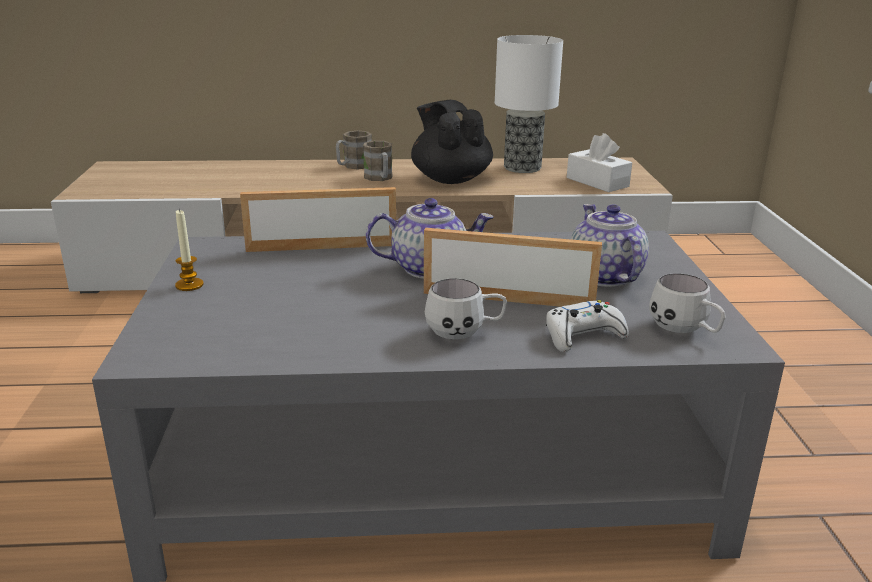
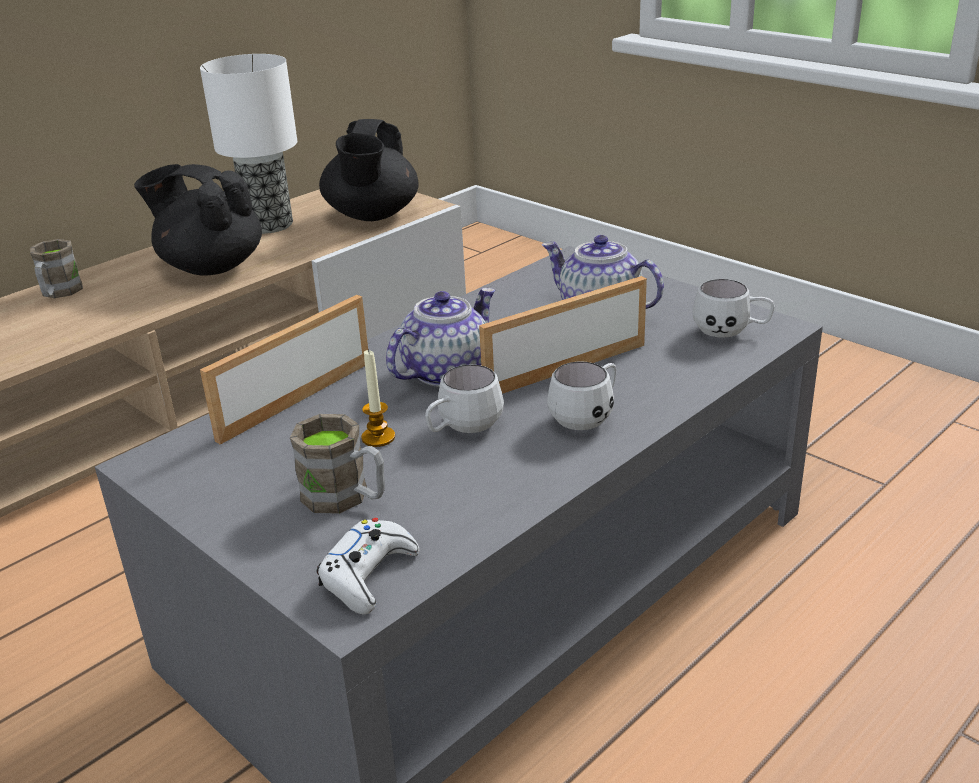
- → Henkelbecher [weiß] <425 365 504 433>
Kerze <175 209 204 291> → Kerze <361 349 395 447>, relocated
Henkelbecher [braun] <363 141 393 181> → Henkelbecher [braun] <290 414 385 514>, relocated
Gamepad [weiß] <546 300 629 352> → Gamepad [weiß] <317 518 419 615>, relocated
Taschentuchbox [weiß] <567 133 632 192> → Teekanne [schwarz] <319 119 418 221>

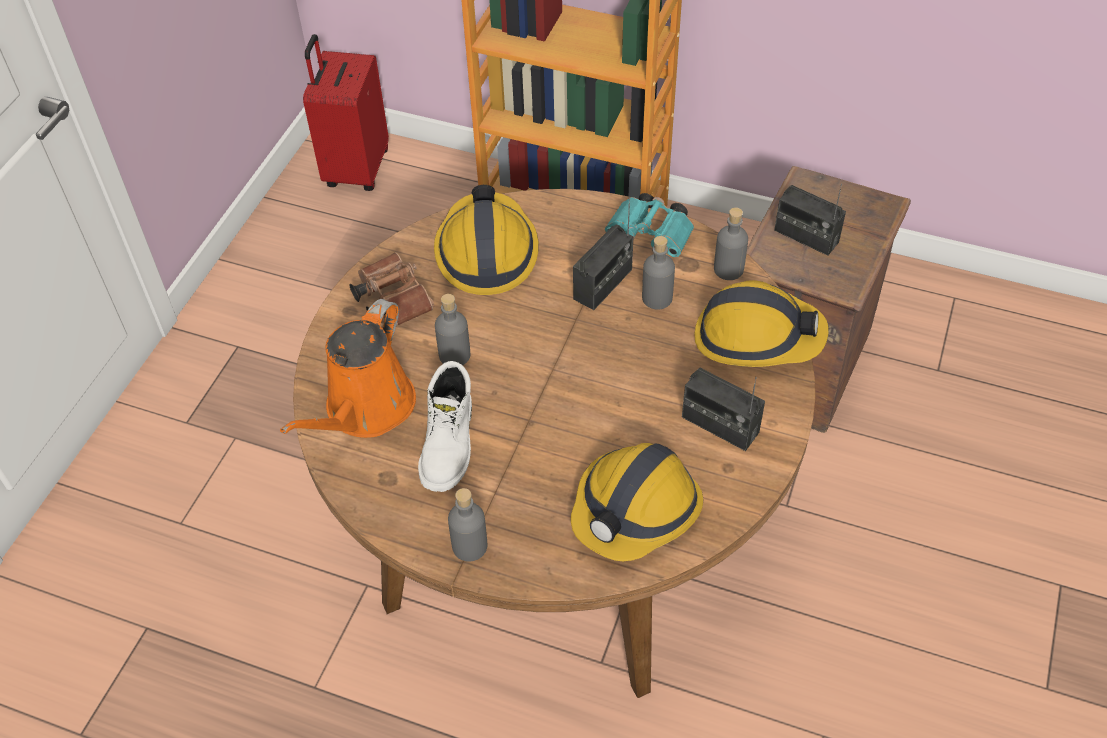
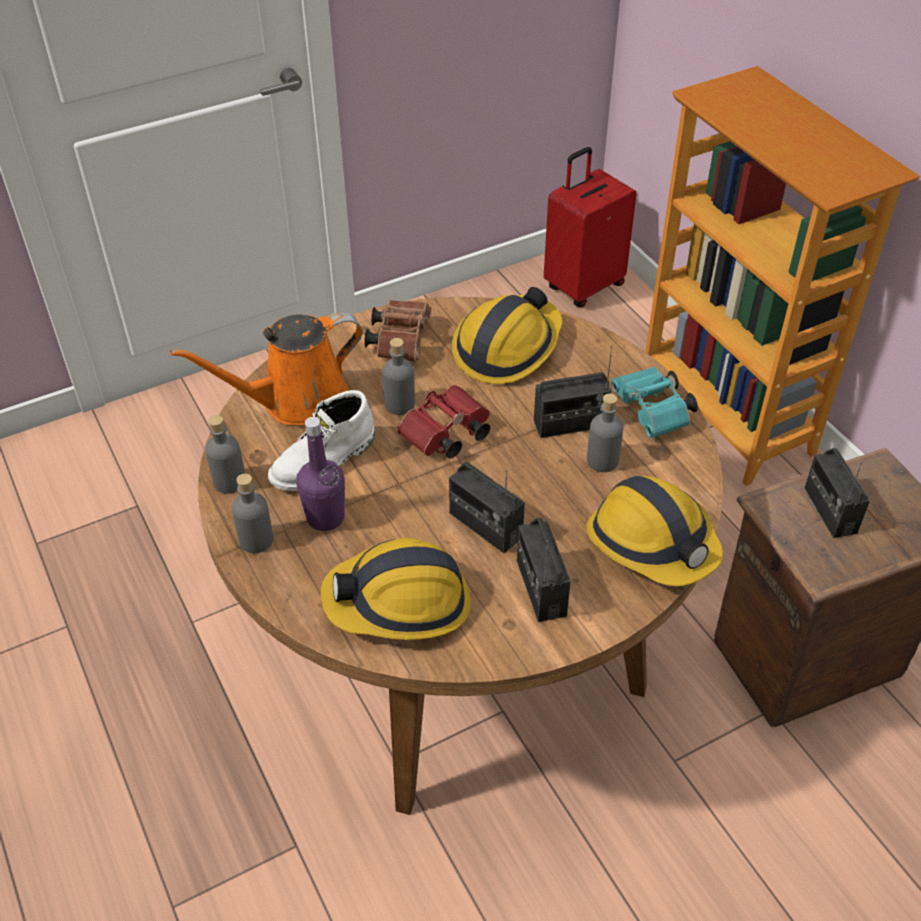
- → Flasche [lila] <296 417 345 531>
- → Fernglas [rot] <397 385 490 459>
- → Radio <449 462 525 553>
Flasche [grau] <714 207 748 280> → Flasche [grau] <205 415 245 494>, relocated

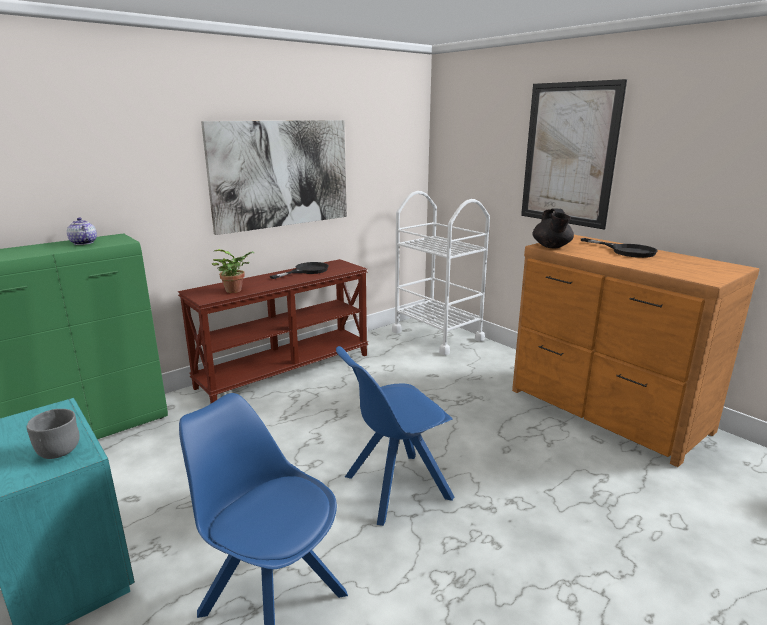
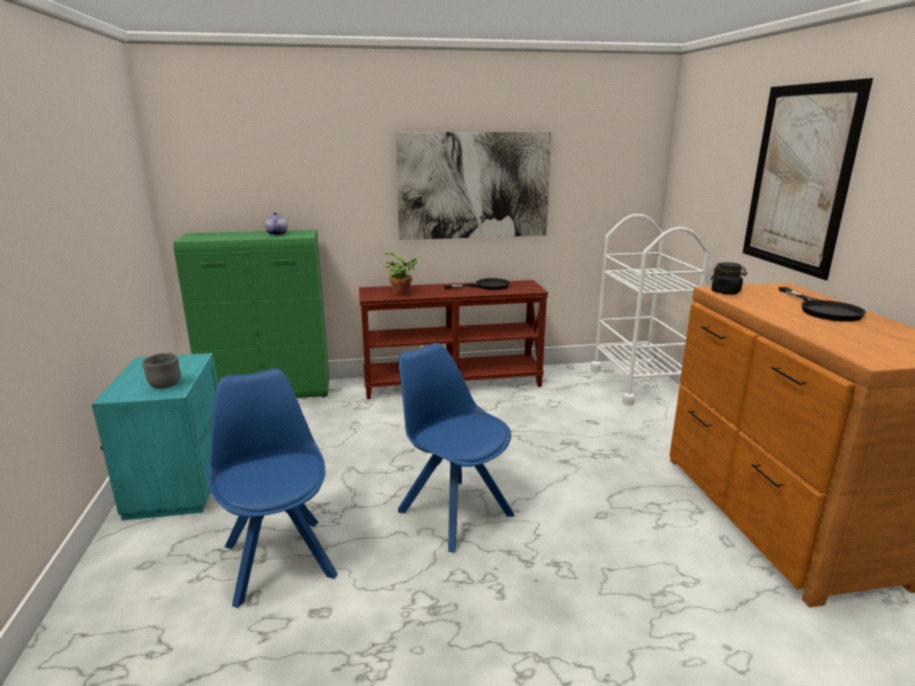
Teekanne [schwarz] <532 208 574 248> → Vorratsglas [schwarz] <711 262 747 295>
Stuhl [blau] <336 346 454 526> → Stuhl [blau] <398 343 515 553>, 45 degrees clockwise

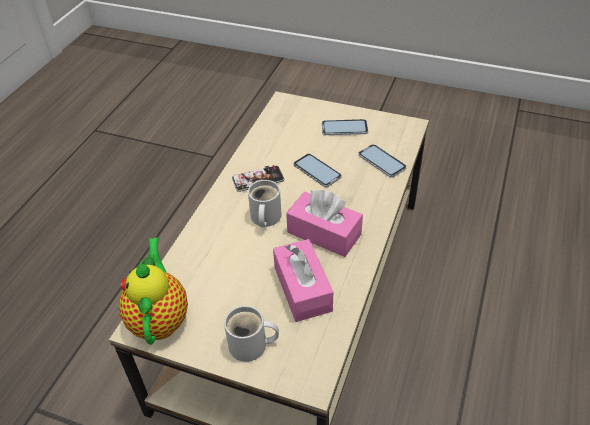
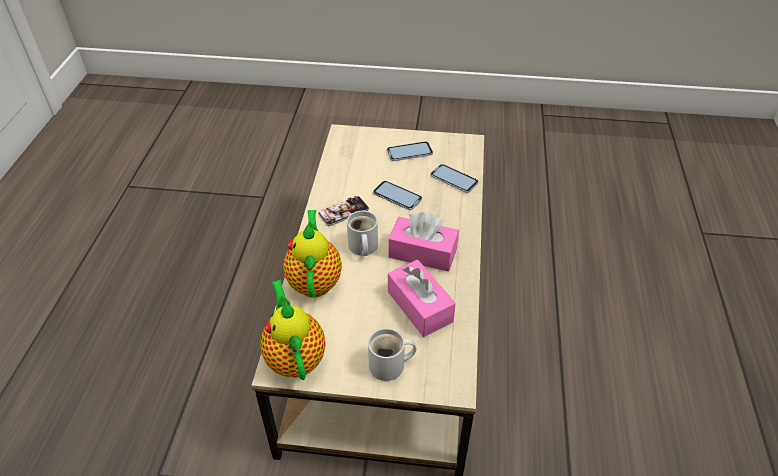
- → Teekanne <283 210 342 298>

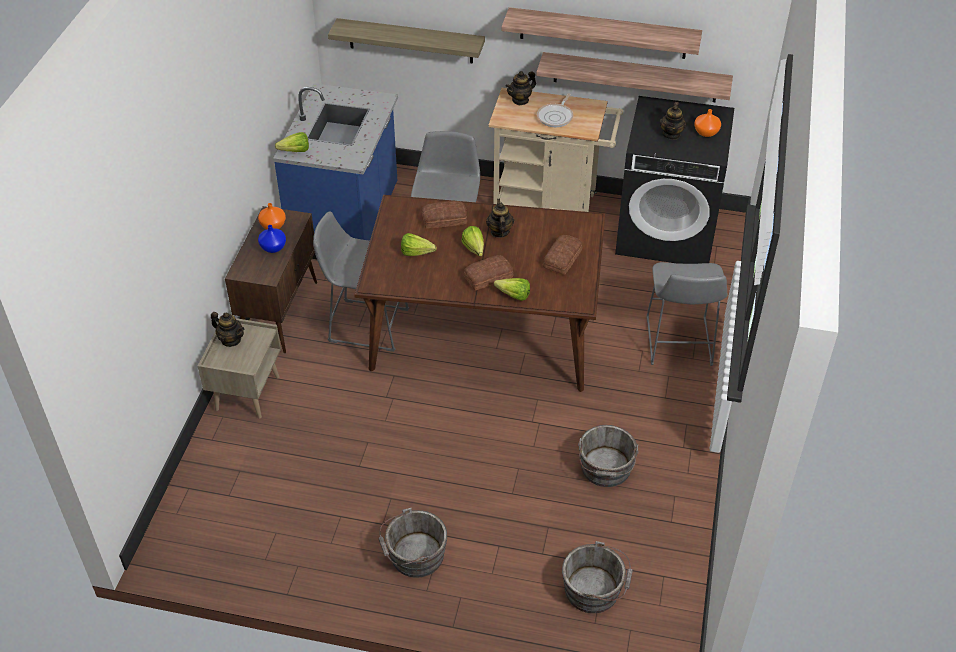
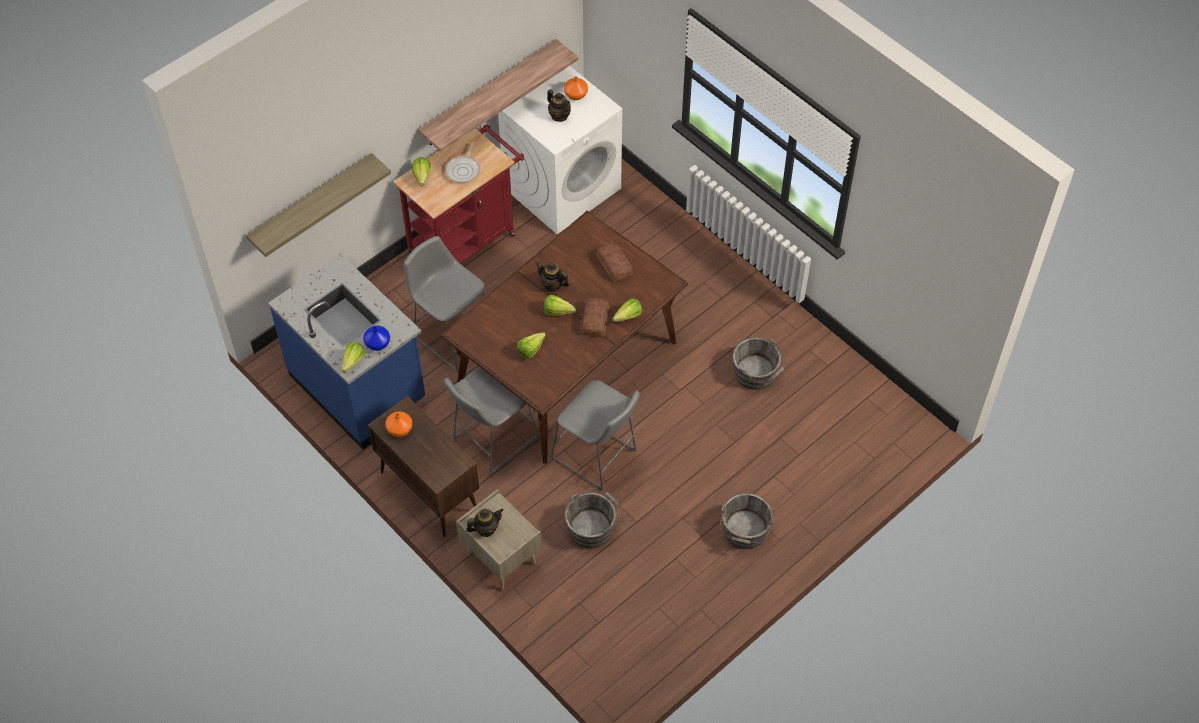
Brot <422 201 467 229> → -
Wandregal <501 7 702 59> → -
Vase [blau] <258 225 286 253> → Vase [blau] <363 326 390 351>, relocated
Eimer [grau] <562 541 633 613> → Eimer [grau] <564 488 622 548>, relocated
Hocker [grau] <647 262 727 366> → Hocker [grau] <550 380 639 490>, relocated
Teekanne <506 71 536 105> → Salatkopf <412 157 431 187>
Rollwagen [beige] <488 88 623 212> → Rollwagen [rot] <393 124 524 263>
Waschmaschine [schwarz] <615 96 734 264> → Waschmaschine [weiß] <498 66 622 234>
Pfanne <537 93 573 127> → Pfanne <445 142 480 183>, 45 degrees clockwise

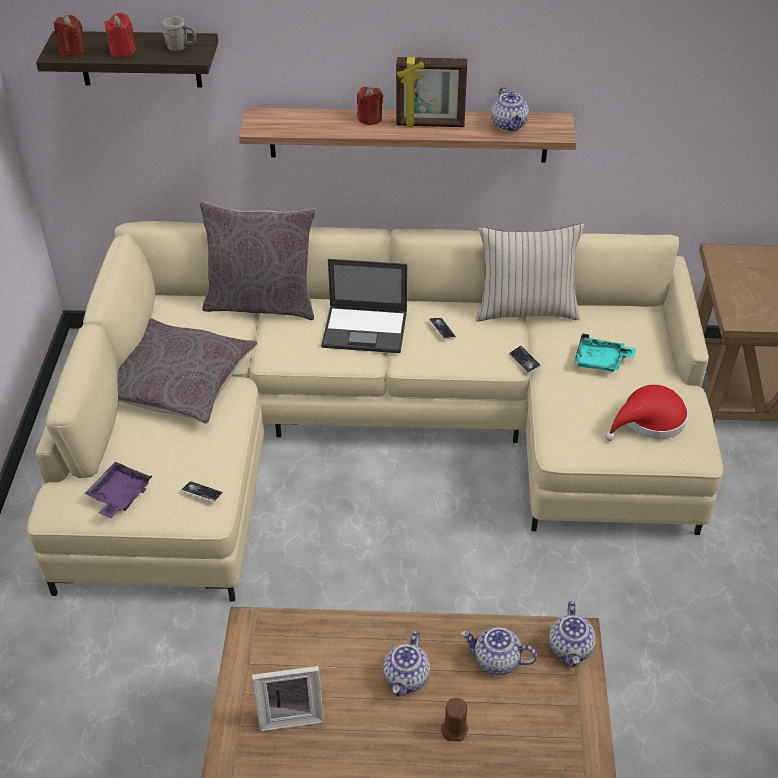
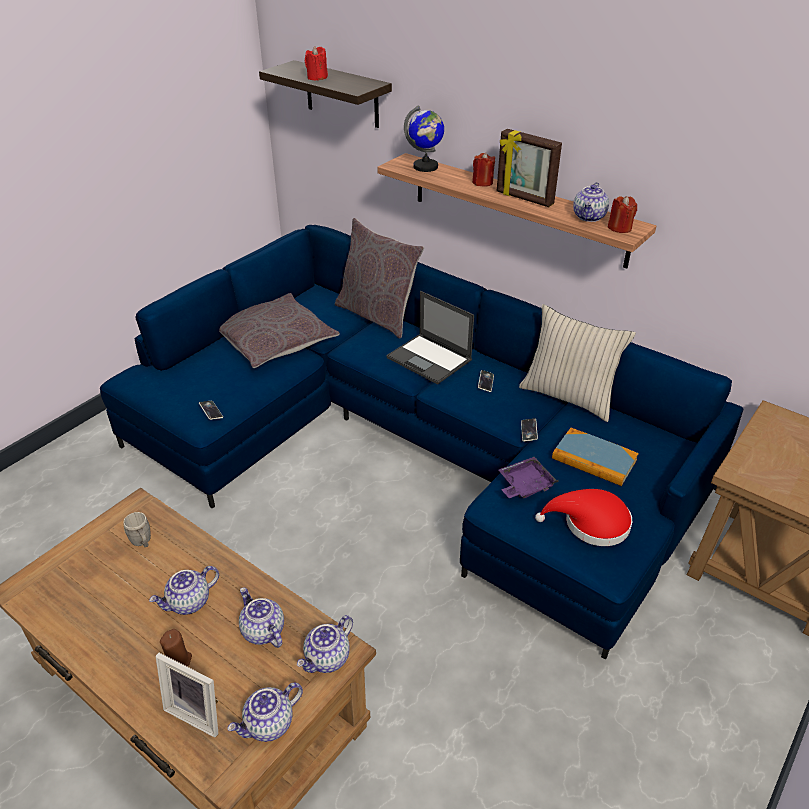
- → Teekanne <227 683 303 742>
- → Globus <404 105 444 172>
Kerze [rot] <54 15 85 56> → Kerze [rot] <608 196 637 233>, relocated
Tablett [lila] <85 462 152 518> → Tablett [lila] <499 457 559 498>, relocated
Henkelbecher [grau] <163 16 197 51> → Henkelbecher [grau] <123 512 151 547>, relocated
Bilderrahmen <252 666 324 731> → Bilderrahmen <156 653 219 737>, relocated
Tablett [türkis] <574 333 636 372> → Buch <552 428 639 486>
Sofa [beige] <27 221 723 602> → Sofa [blau] <100 225 744 660>

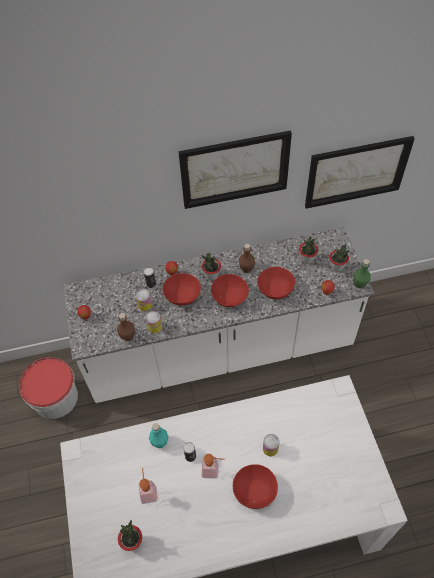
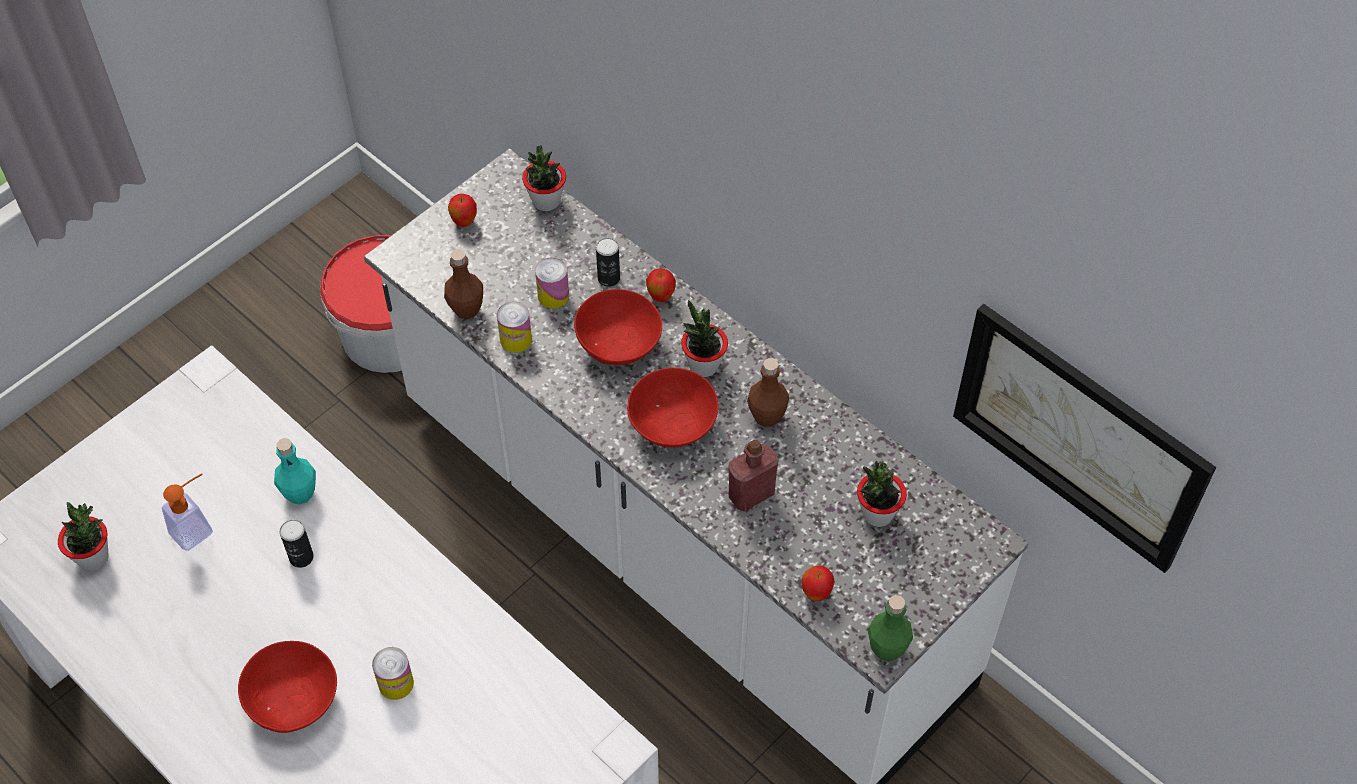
Bild <178 131 292 209> → -
Seifenspender <201 454 225 479> → -
Topfpflanze <329 244 350 272> → Topfpflanze <522 146 566 211>, relocated
Schüssel [rot] <257 267 295 300> → Flasche [rot] <728 440 778 512>

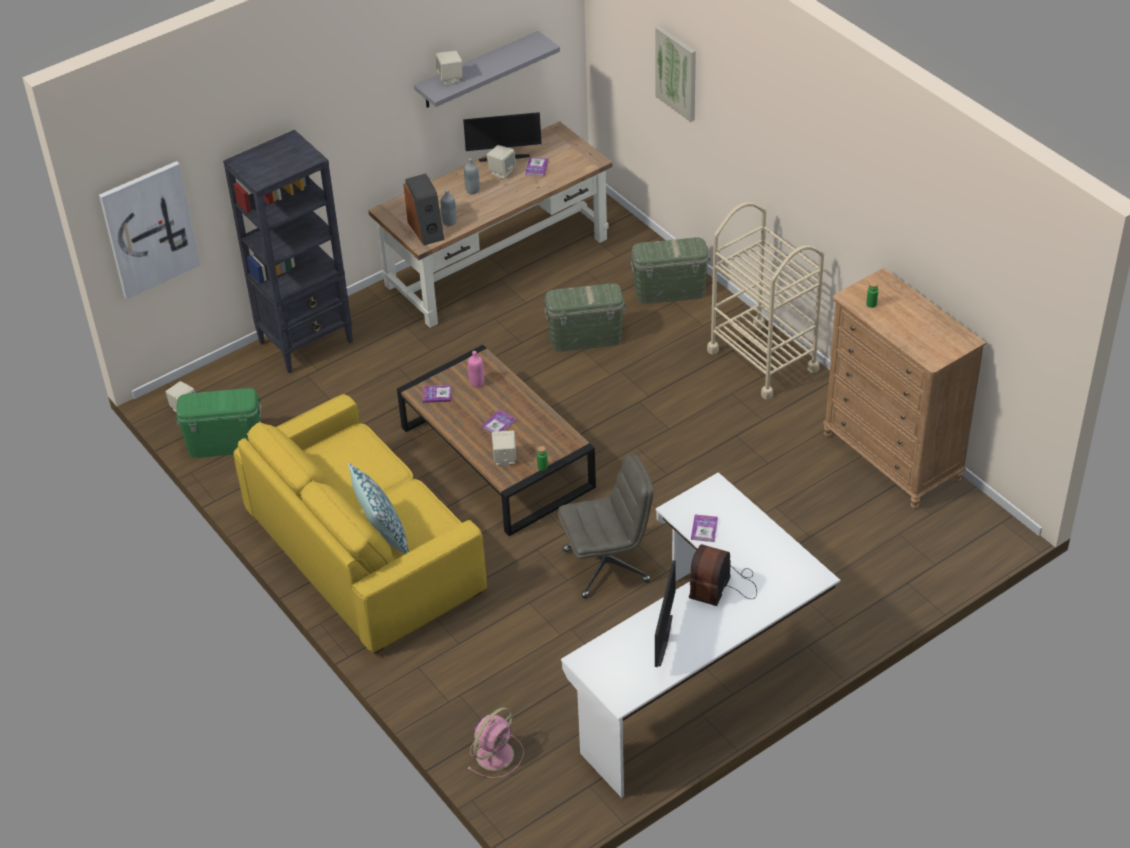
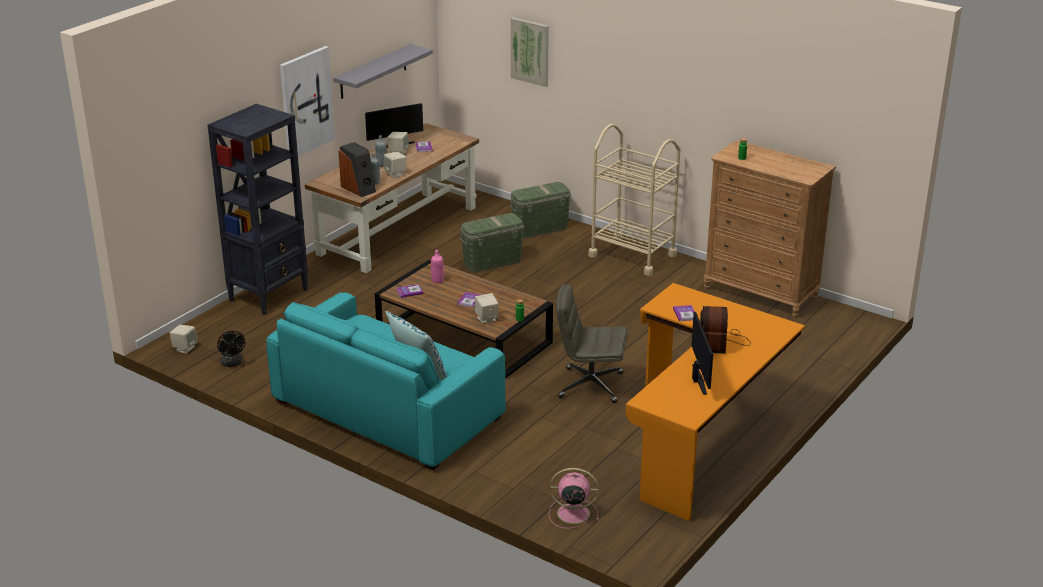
Bild <99 161 201 299> → Bild <280 46 335 160>, relocated
Lautsprecher [beige] <436 51 462 85> → Lautsprecher [beige] <384 152 406 178>, relocated
Aufbewahrungsbox [grün] <175 388 261 458> → Ventilator [schwarz] <217 331 245 367>
Sofa [gelb] <233 394 487 654> → Sofa [türkis] <266 292 506 470>
Schreibtisch [weiß] <561 472 840 798> → Schreibtisch [orange] <626 283 805 521>
Ventilator [rosa] <468 707 524 778> → Ventilator [rosa] <549 468 599 529>, 105 degrees counterclockwise
Bürostuhl [grau] <558 453 653 598> → Bürostuhl [grau] <556 284 627 403>, 135 degrees counterclockwise

